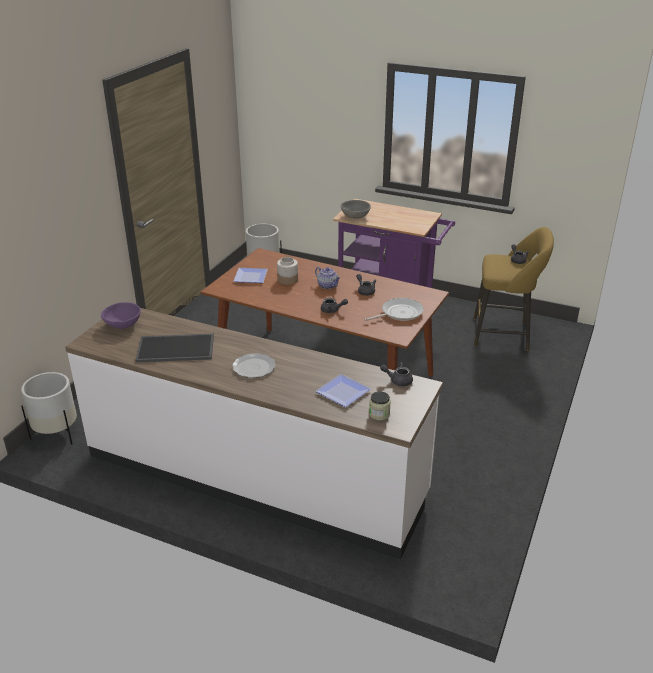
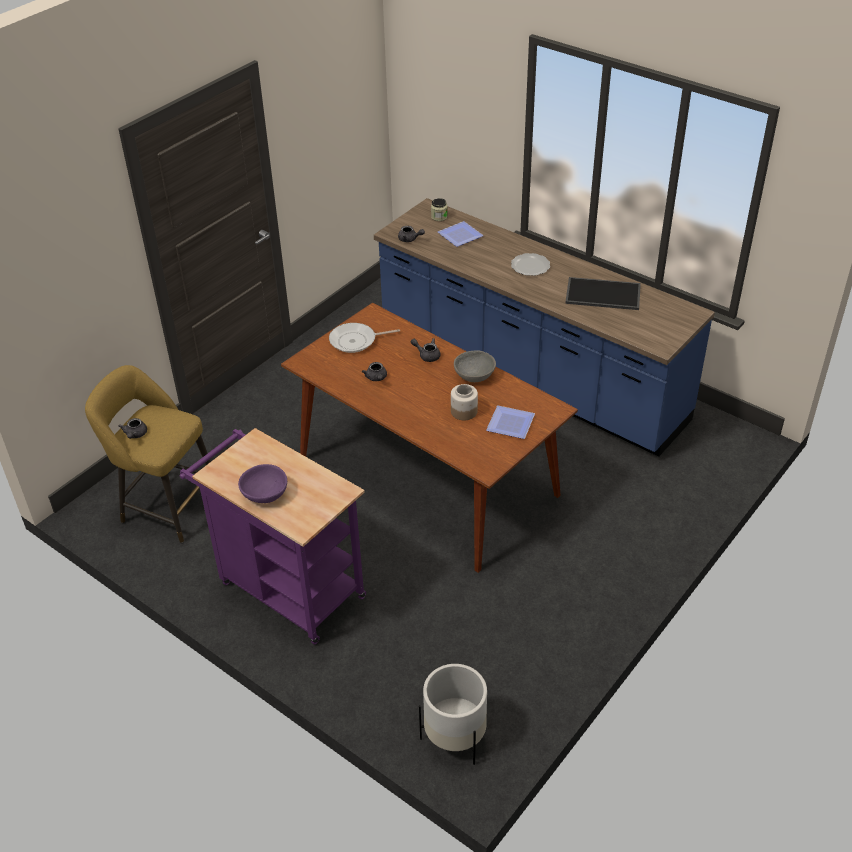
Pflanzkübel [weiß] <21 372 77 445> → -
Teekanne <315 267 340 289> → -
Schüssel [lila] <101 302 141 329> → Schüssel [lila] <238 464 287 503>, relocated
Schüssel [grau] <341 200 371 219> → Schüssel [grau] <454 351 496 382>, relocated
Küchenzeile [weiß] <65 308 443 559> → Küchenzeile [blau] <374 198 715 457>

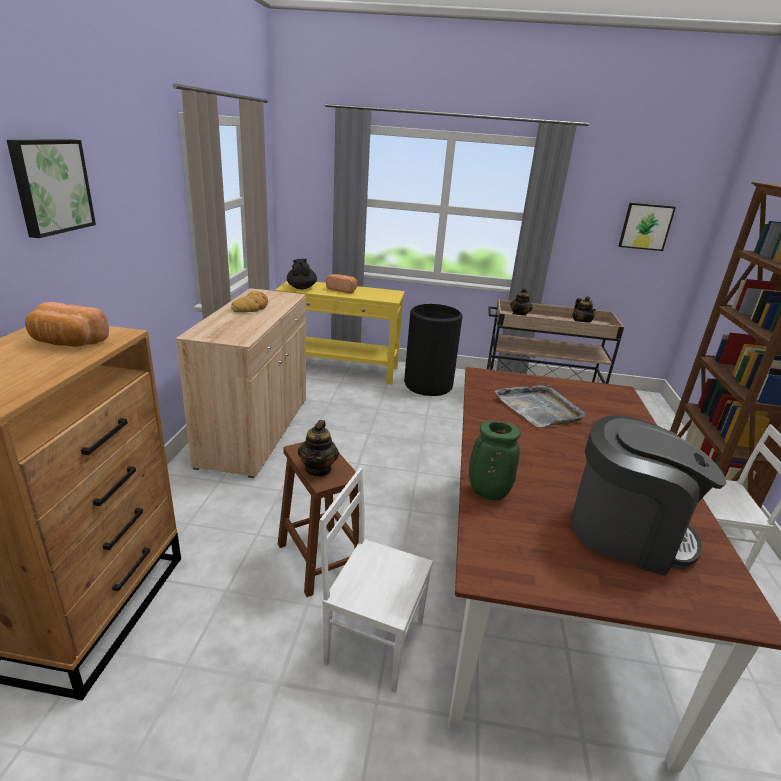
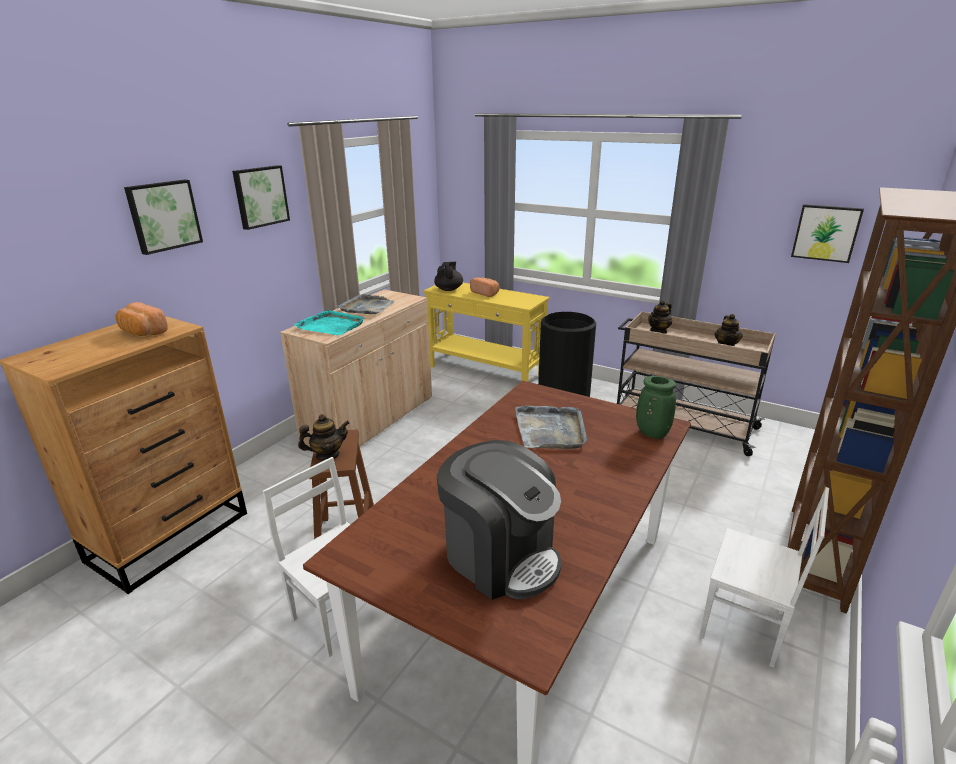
- → Bild <232 165 290 230>
- → Tablett [türkis] <294 310 365 335>
Vase [grün] <469 421 521 500> → Vase [grün] <636 376 676 439>, relocated
Brot <231 291 268 312> → Tablett [grau] <338 294 394 314>
Teekanne <298 420 339 477> → Teekanne <298 414 350 461>, 135 degrees counterclockwise

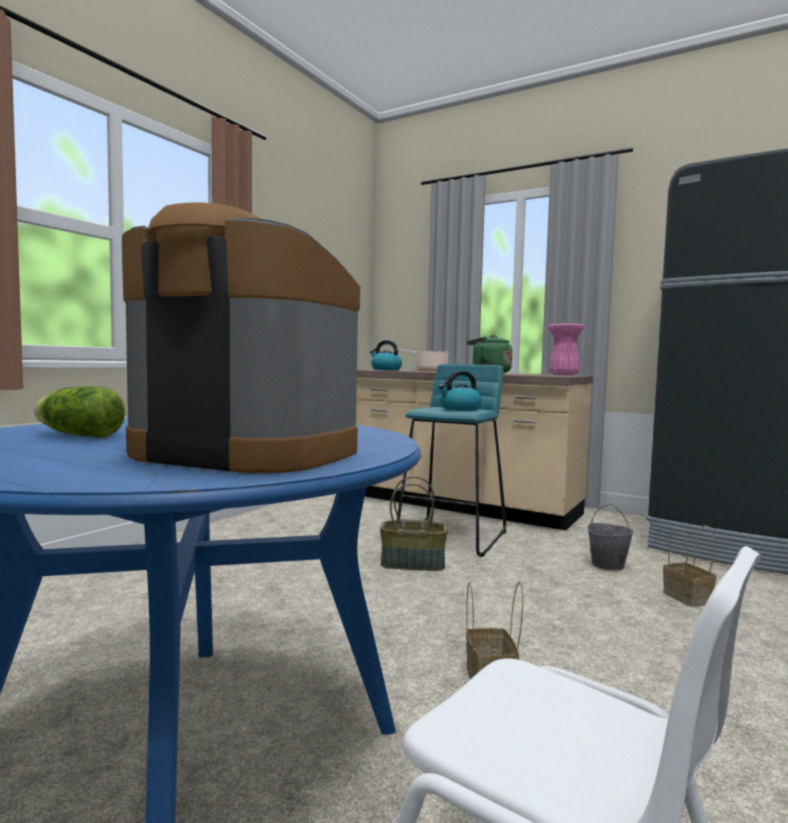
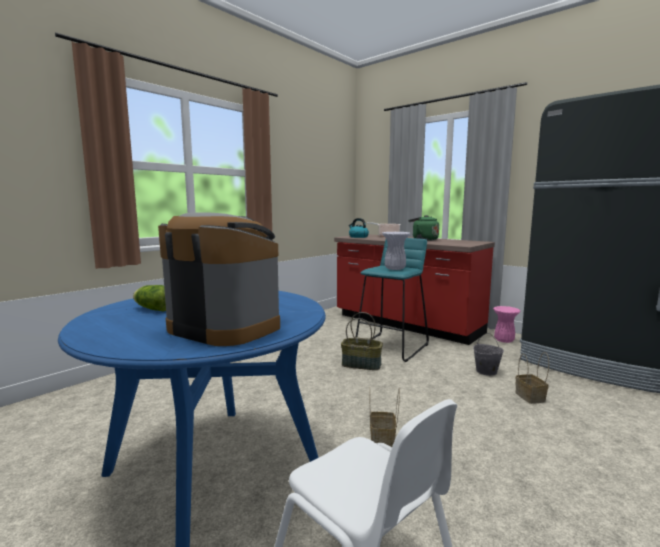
Vase [rosa] <547 324 586 375> → Vase [rosa] <493 306 521 343>, relocated
Wasserkessel <438 371 482 411> → Vase [weiß] <382 232 410 270>
Küchenzeile [beige] <356 370 593 530> → Küchenzeile [rot] <334 234 495 345>

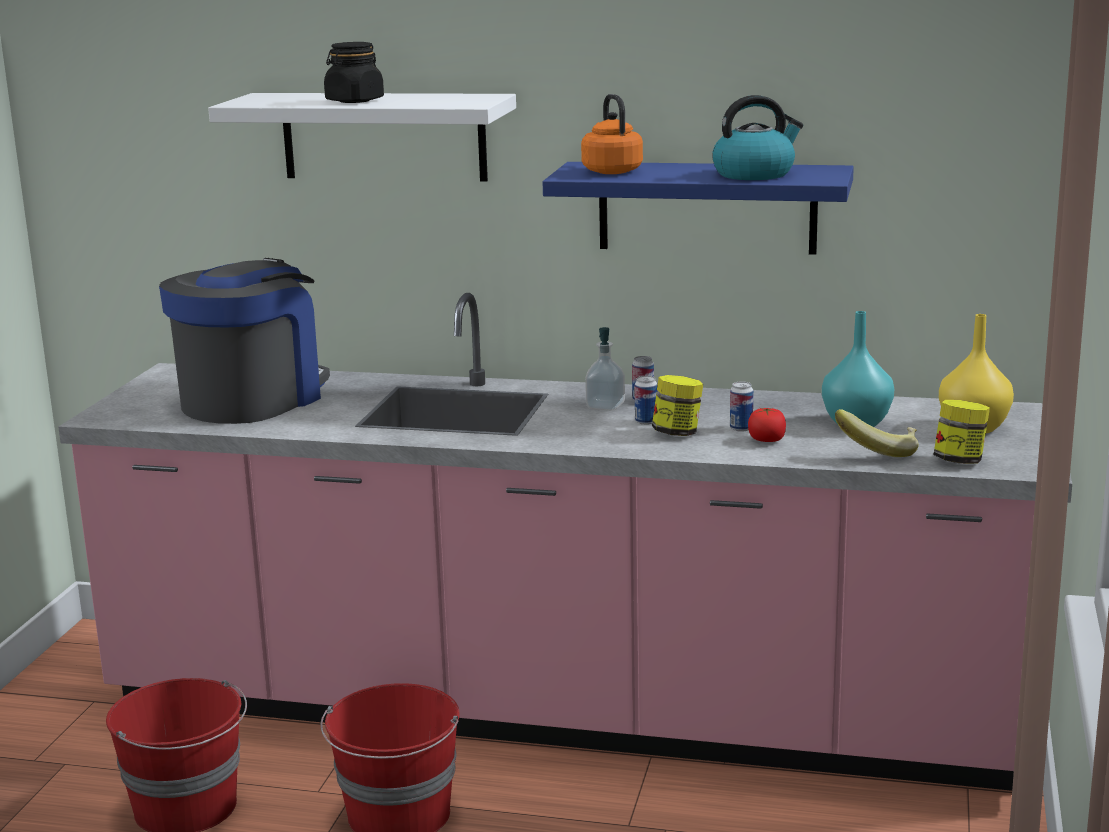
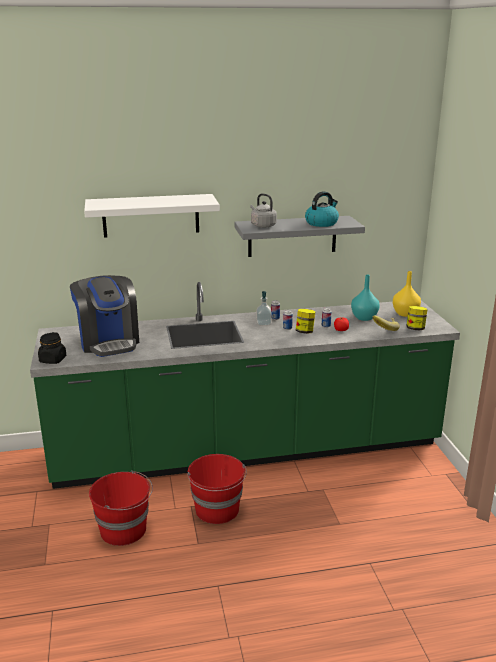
Vorratsglas [schwarz] <324 42 384 103> → Vorratsglas [schwarz] <38 332 66 364>, relocated
Küchenzeile [rosa] <58 293 1072 791> → Küchenzeile [grün] <30 282 460 489>
Wandregal [blau] <543 162 854 255> → Wandregal [grau] <234 216 365 257>
Wasserkessel [orange] <581 94 643 174> → Wasserkessel [grau] <250 193 277 228>
Kaffeemaschine <159 258 330 424> → Kaffeemaschine <70 275 139 357>, 150 degrees clockwise

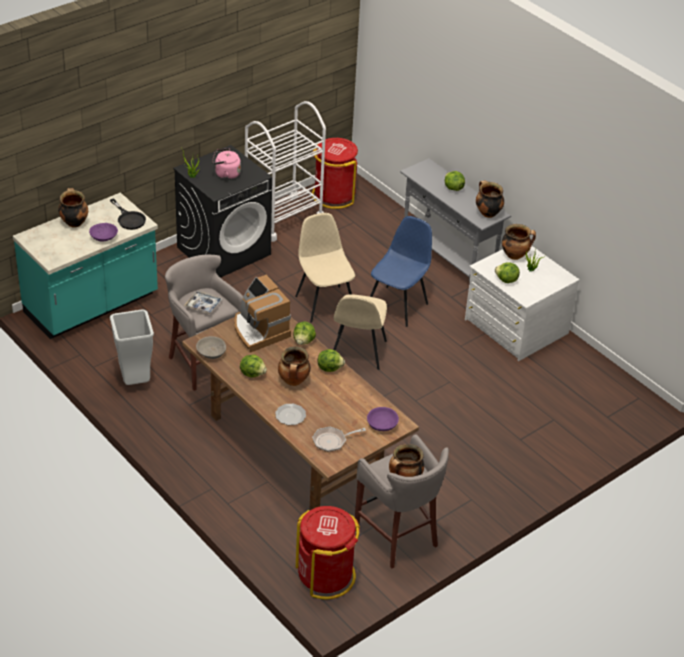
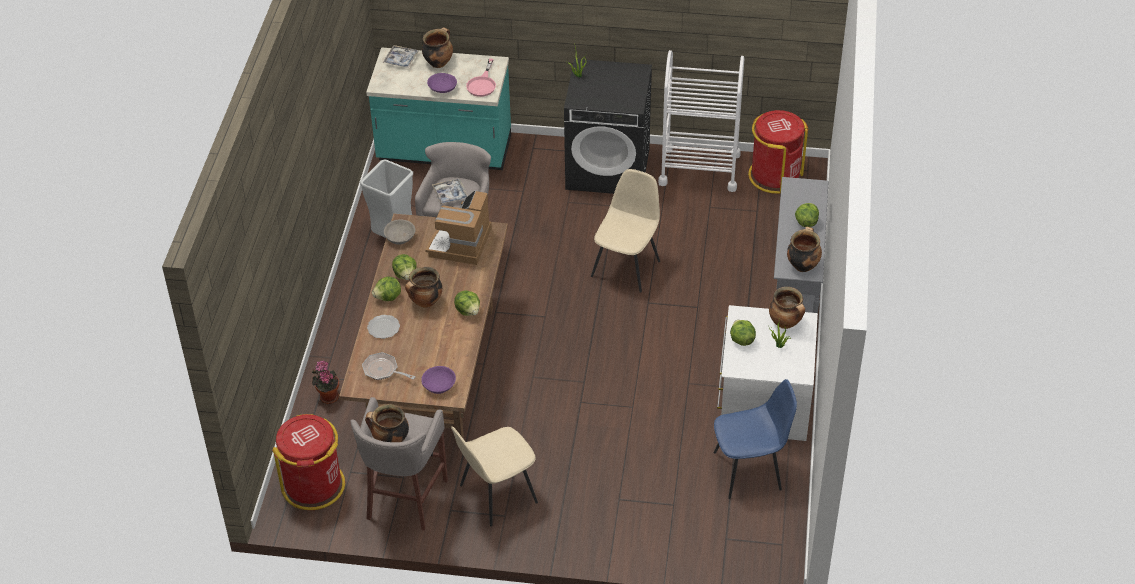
Wasserkessel [rosa] <212 148 241 179> → -
- → Topfpflanze <312 361 339 404>
- → Tablett <383 45 418 68>
Salatkopf <293 321 316 345> → Salatkopf <372 277 401 301>, relocated
Stuhl [beige] <333 294 387 370> → Stuhl [beige] <451 426 538 526>, relocated
Stuhl [blau] <370 216 432 327> → Stuhl [blau] <714 379 797 499>, relocated
Pfanne [schwarz] <110 198 146 230> → Pfanne [rosa] <466 59 496 97>

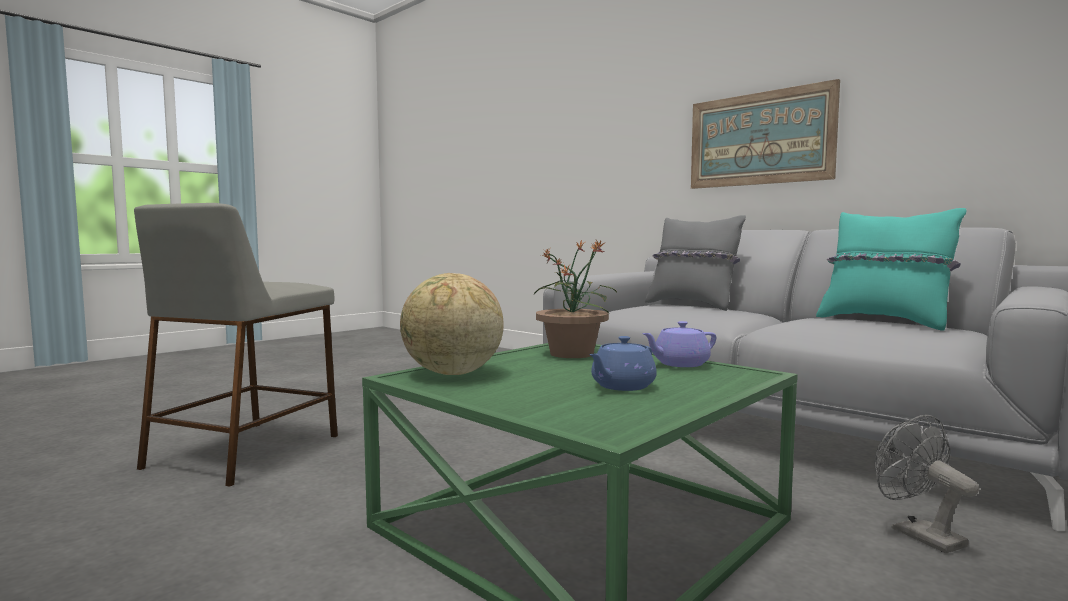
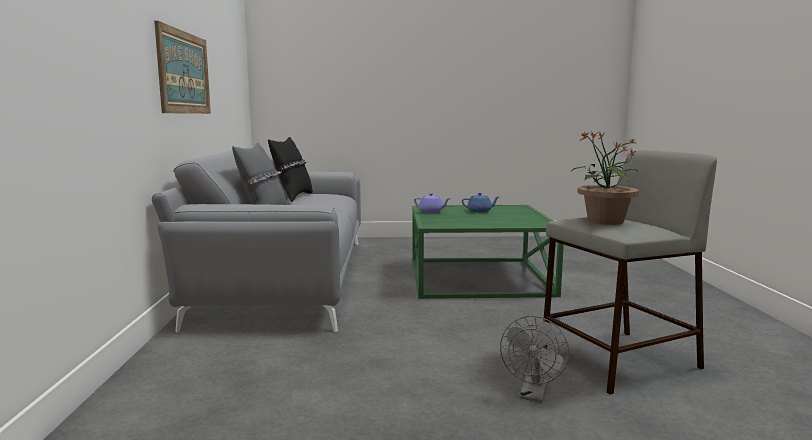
Globus <400 273 504 375> → -
Topfpflanze <534 240 617 358> → Topfpflanze <570 131 639 225>, relocated
Ventilator [grau] <874 415 979 553> → Ventilator [grau] <500 316 569 403>, relocated
Kissen [türkis] <816 208 966 331> → Kissen [schwarz] <268 137 313 202>

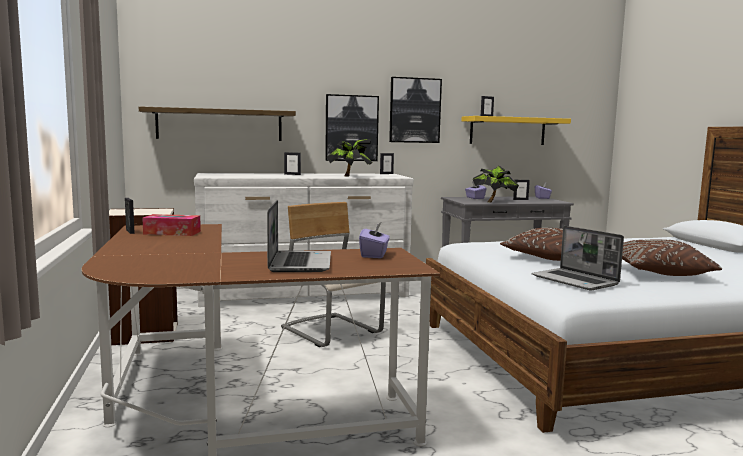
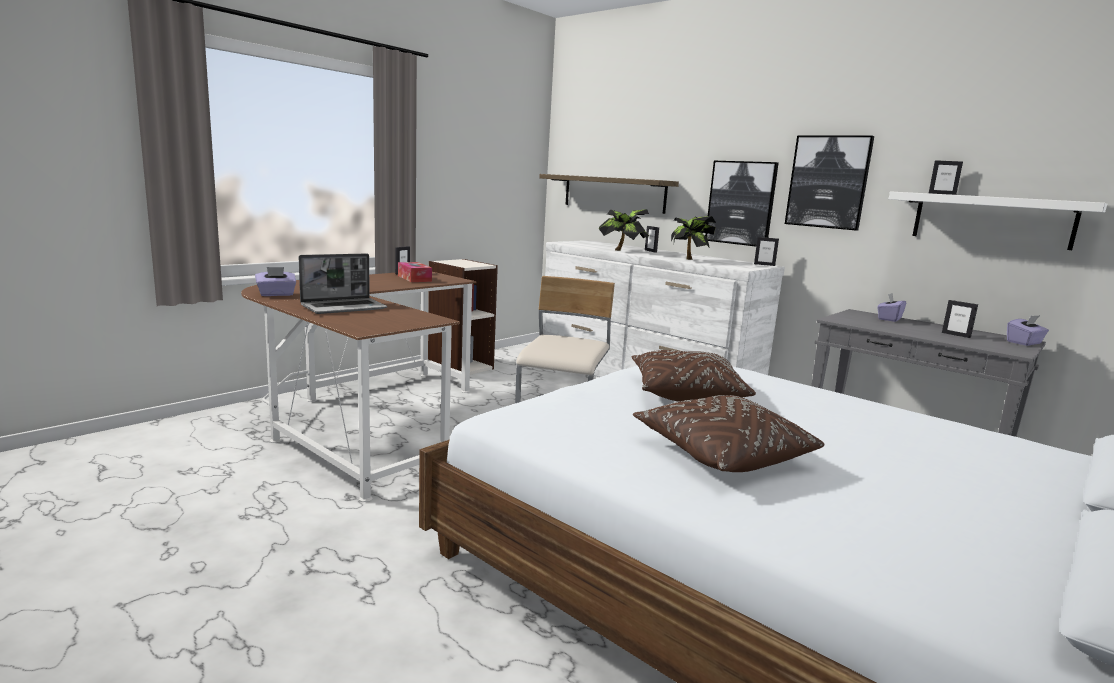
Laptop <532 226 624 290> → -
Taschentuchbox [lila] <359 223 390 258> → Taschentuchbox [lila] <255 267 296 296>, relocated
Topfpflanze <473 166 519 202> → Topfpflanze <599 209 649 251>, relocated
Wandregal [gelb] <462 116 571 145> → Wandregal [weiß] <889 191 1107 250>

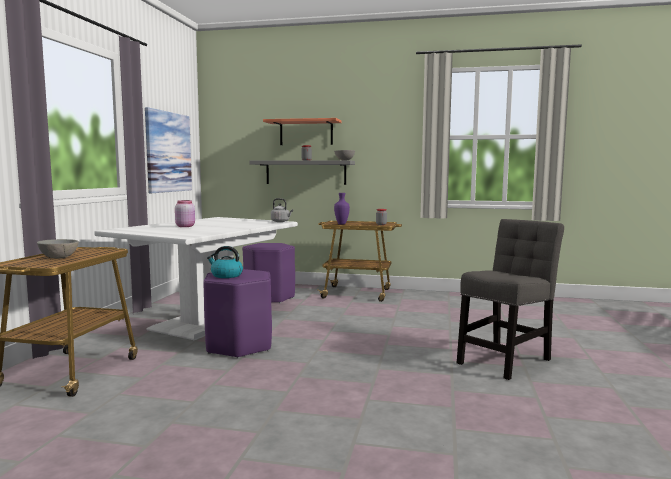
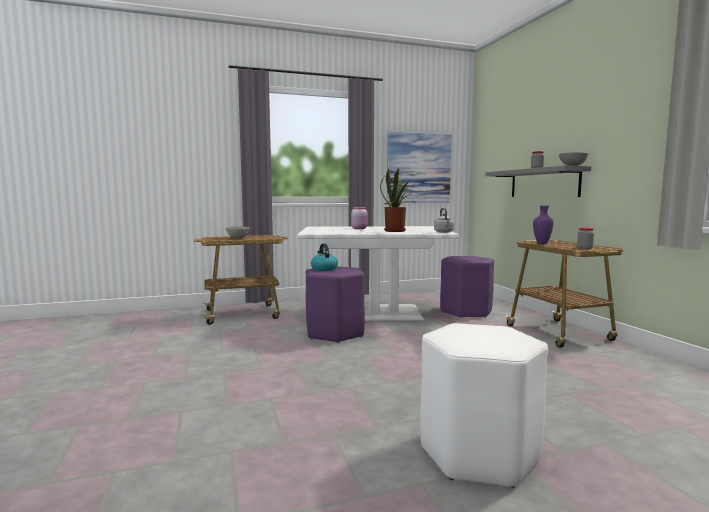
Wandregal <263 118 342 145> → -
- → Topfpflanze <380 169 420 232>
Stuhl [grau] <457 219 564 380> → Hocker [weiß] <420 323 548 488>

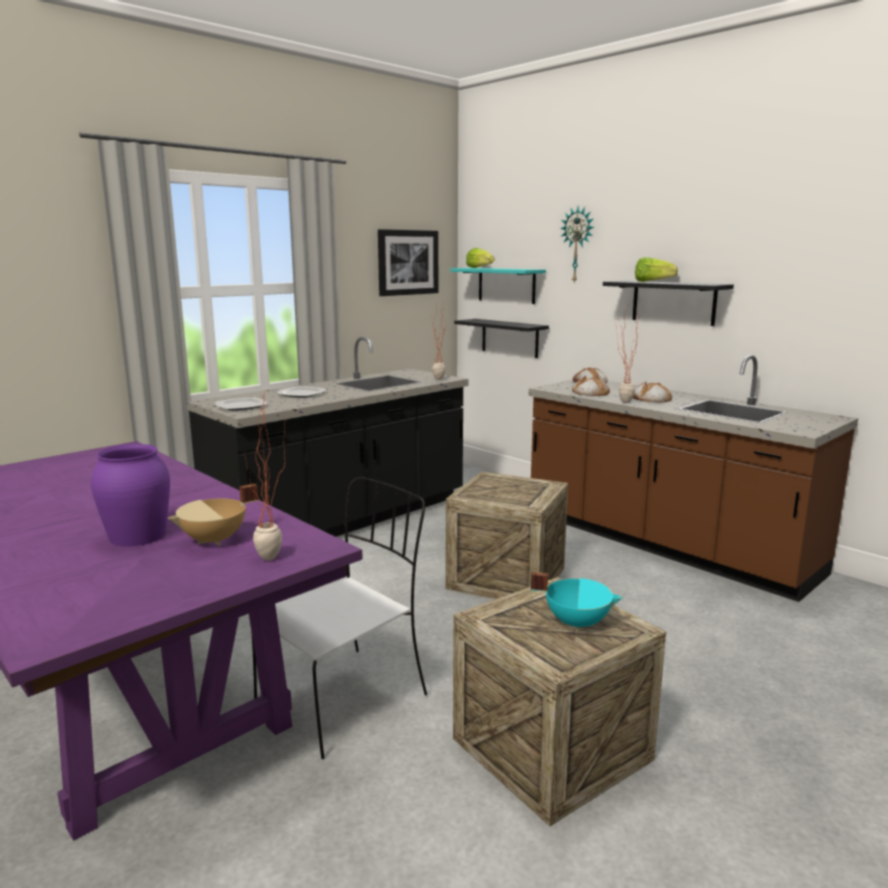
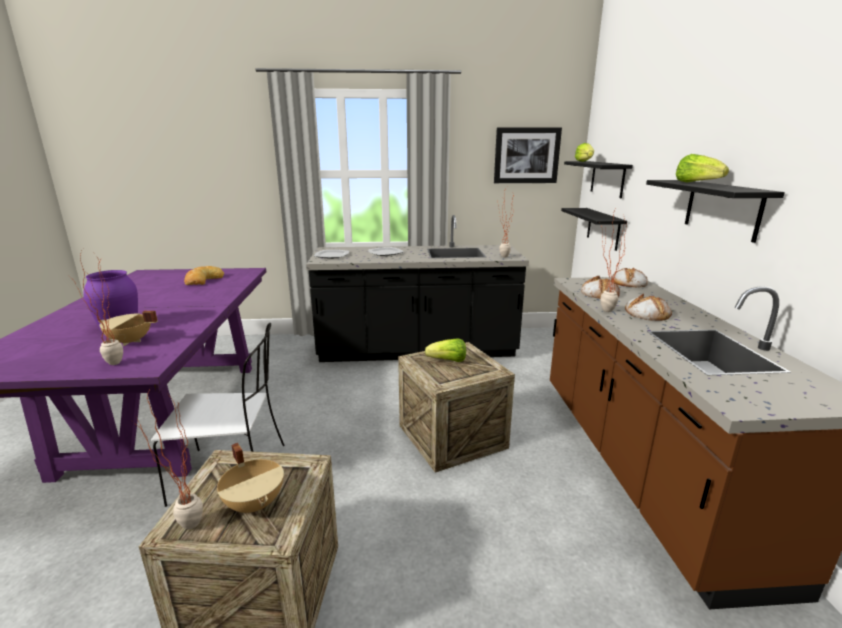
Wanduhr <560 207 595 283> → -
- → Topfpflanze <132 388 203 530>
- → Brot <184 266 224 285>
- → Salatkopf <425 338 466 362>
Wandregal [türkis] <450 268 546 304> → Wandregal [schwarz] <564 161 633 199>
Kochtopf [türkis] <531 572 623 631> → Kochtopf [beige] <217 443 284 513>

